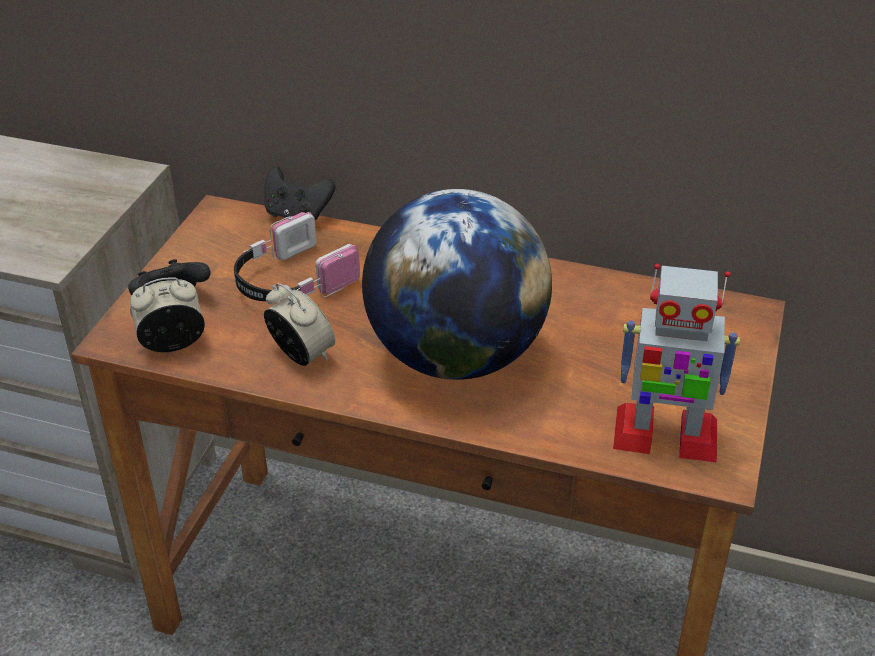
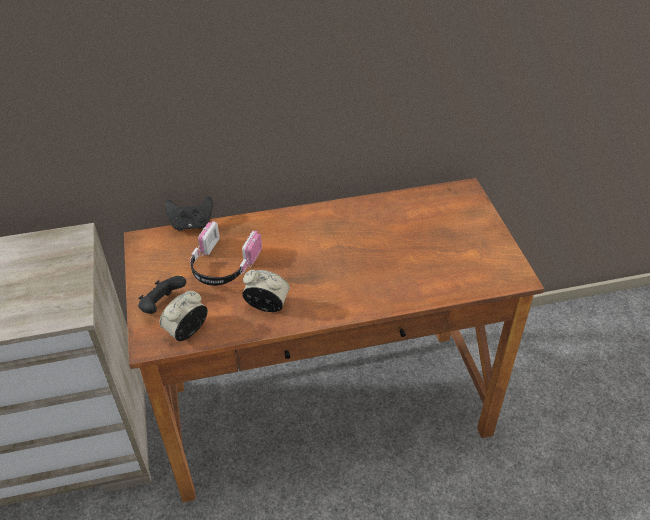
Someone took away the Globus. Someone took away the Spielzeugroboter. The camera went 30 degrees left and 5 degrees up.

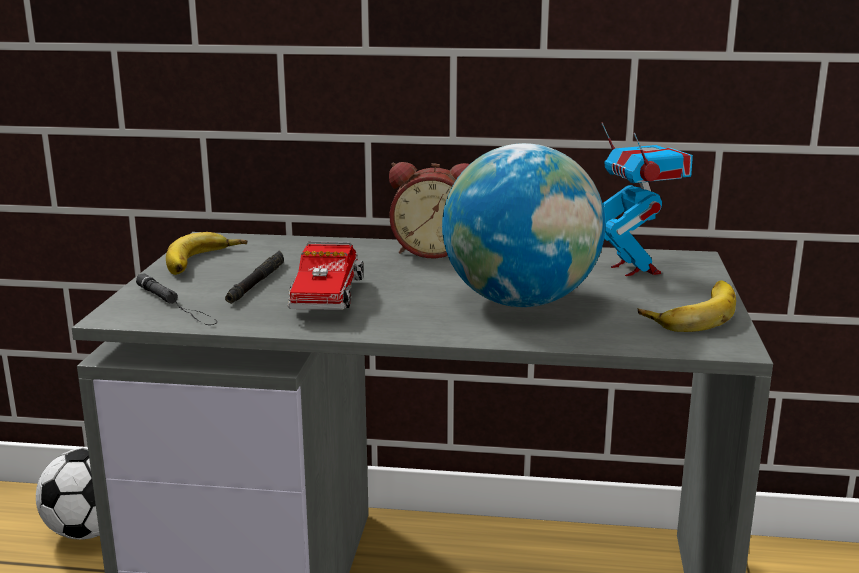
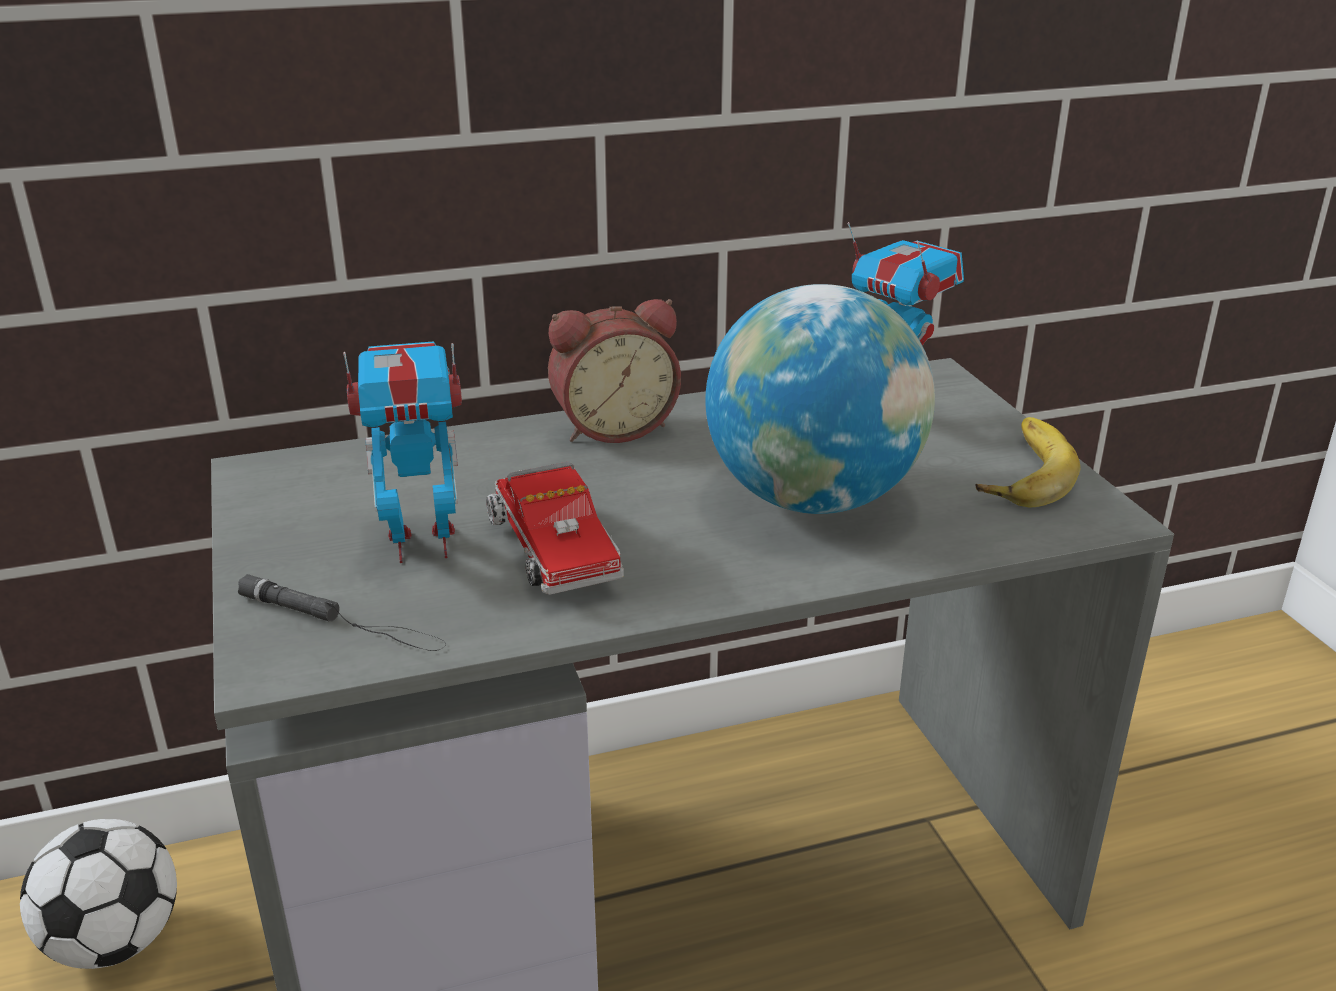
Someone took away the Banane (1st from left). Someone swapped the Taschenlampe [schwarz] (2nd from left) for the Spielzeugroboter (1st from left). The camera went 25 degrees left and 10 degrees up.

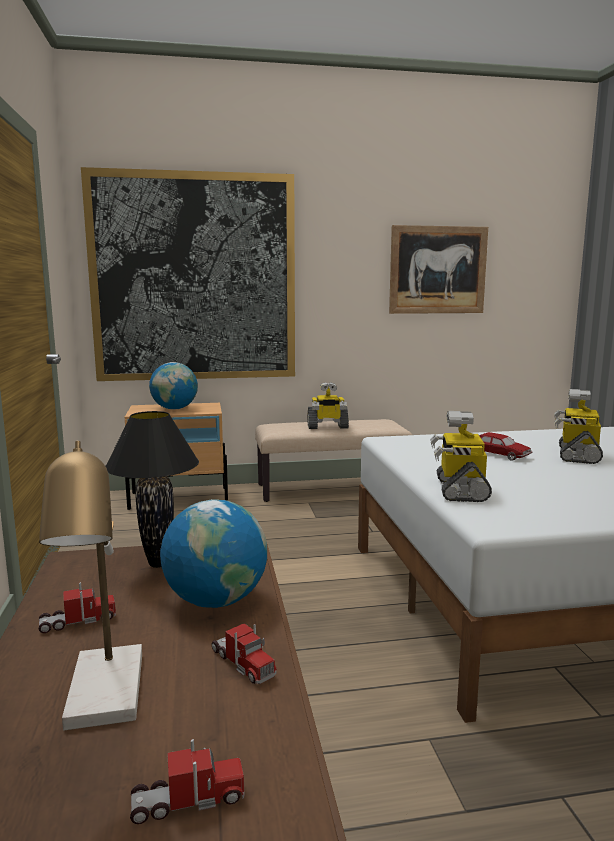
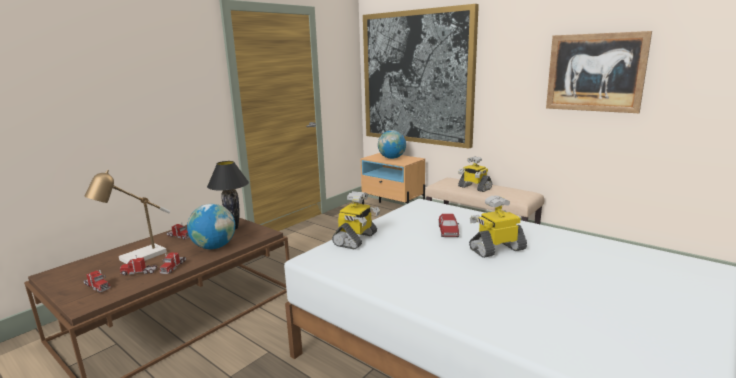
Someone put down the Spielzeuglaster (2nd from left). Someone rotated the Spielzeugroboter (2nd from left in the first image) by 150 degrees clockwise. The camera went 50 degrees right and 5 degrees up.

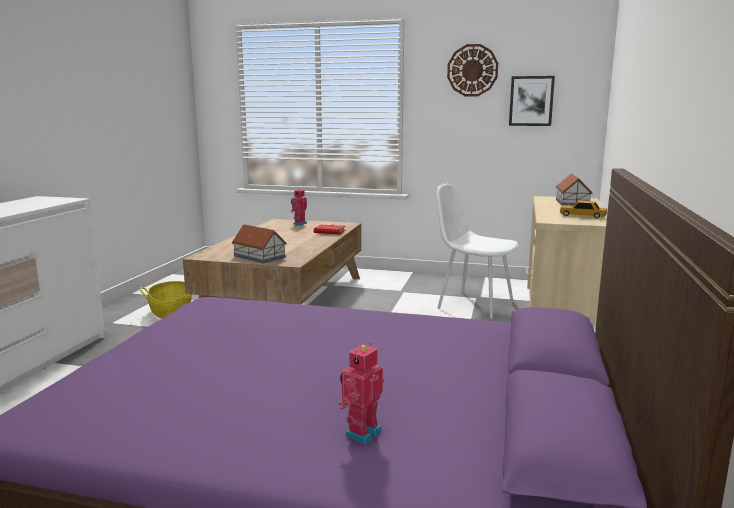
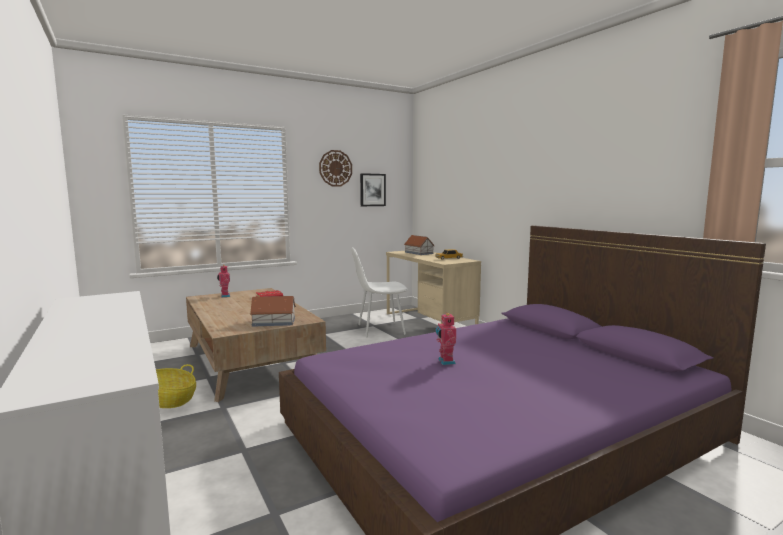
Someone carried the Spielzeugroboter (2nd from left). The camera went 45 degrees left and 5 degrees down.

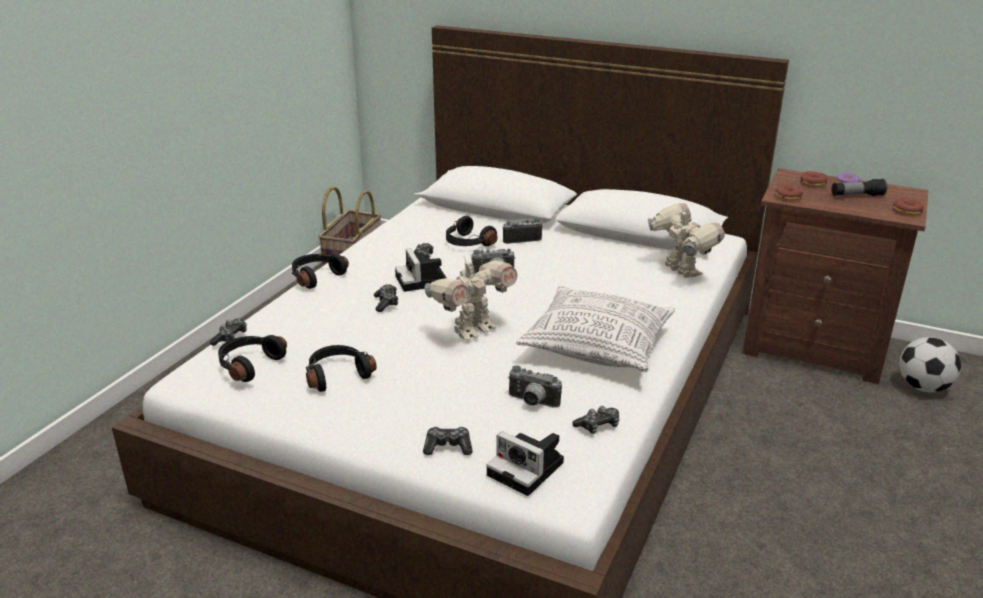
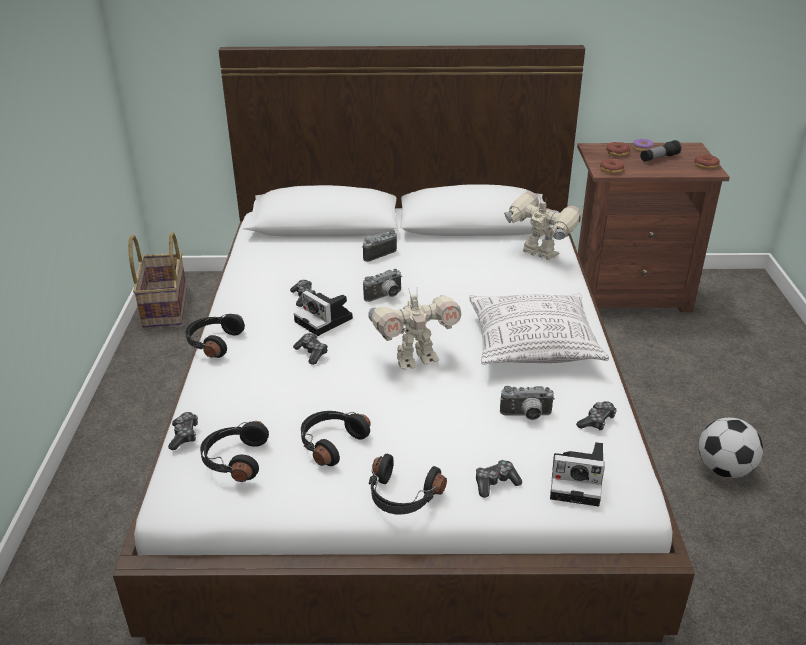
Someone carried the Kopfhörer [schwarz] (4th from left). Someone carried the Fußball. Someone rotated the Spielzeugroboter (1st from left) by 45 degrees clockwise. The camera went 25 degrees left and 5 degrees up.

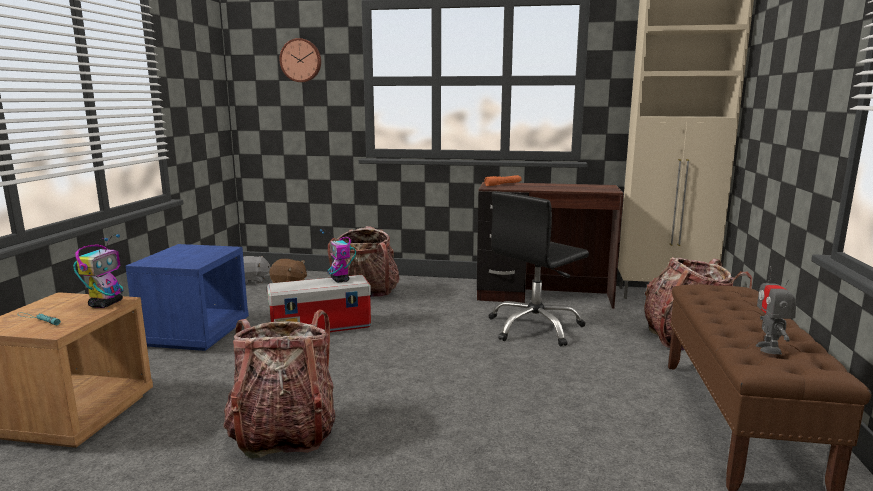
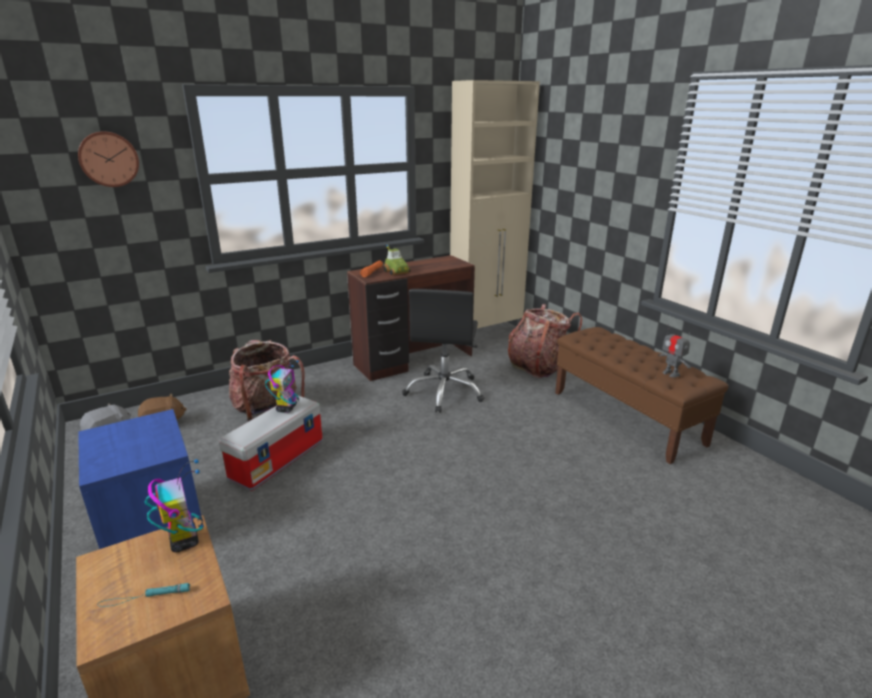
Someone took away the Rucksack (1st from left). Someone put down the Spielzeugauto. Someone rotated the Spielzeugroboter (2nd from left) by 105 degrees counterclockwise. The camera went 40 degrees left and 10 degrees up.

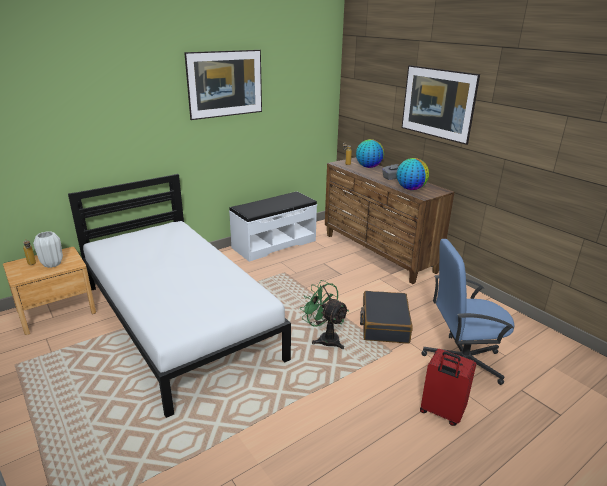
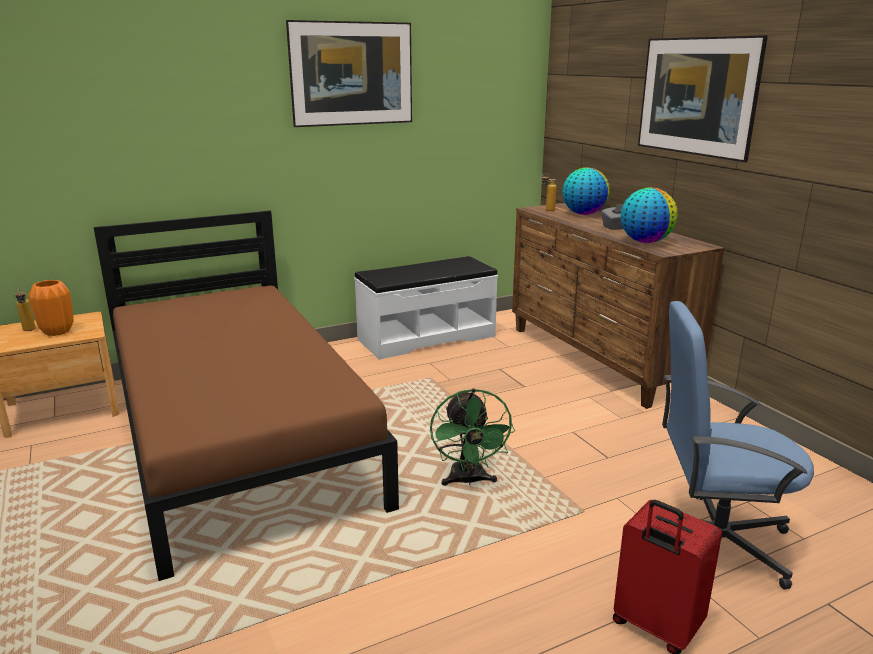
Someone took away the Koffer [schwarz]. Someone repainted the Vase [weiß], which became the Vase [orange]. Someone repainted the Bett [weiß], which became the Bett [braun]. Someone rotated the Ventilator [grün] by 150 degrees counterclockwise. The camera went 10 degrees right and 5 degrees down.

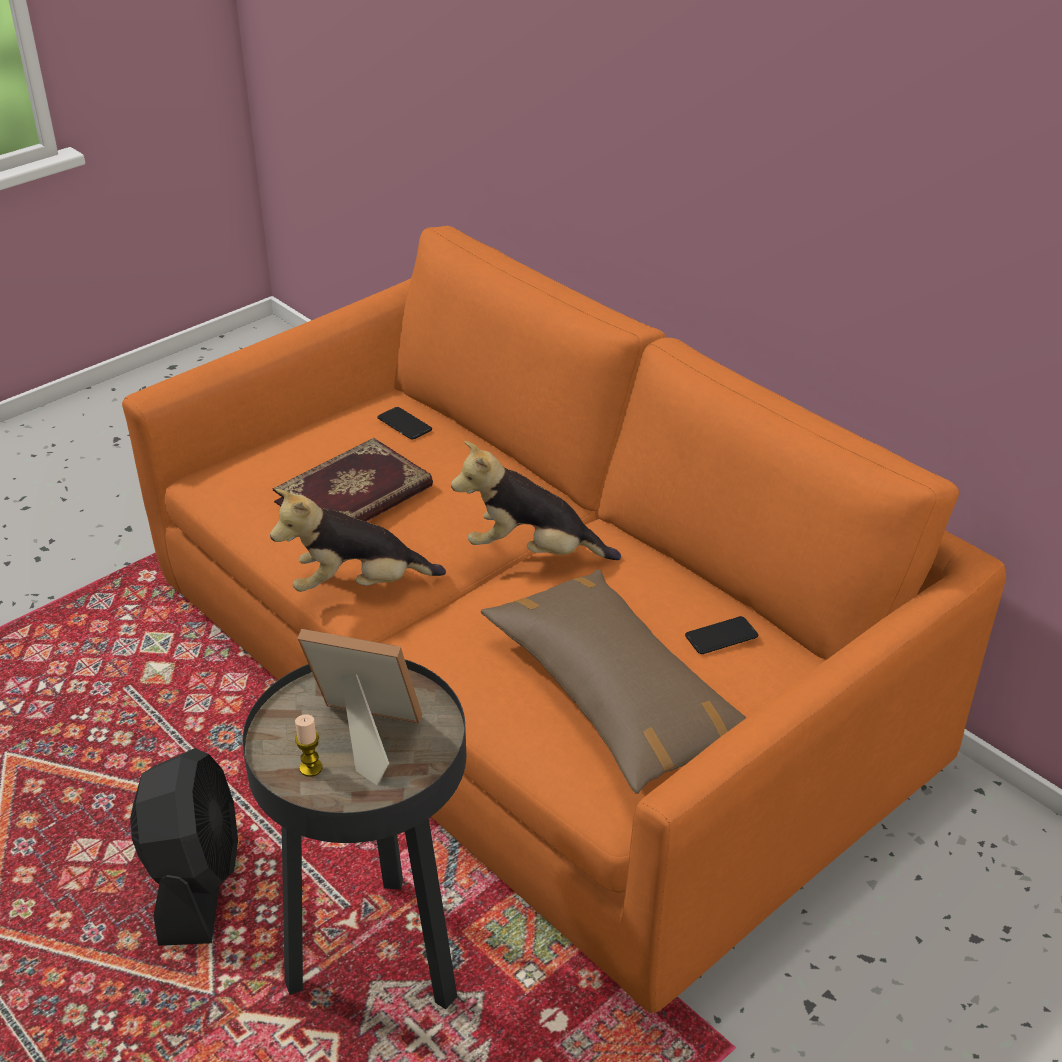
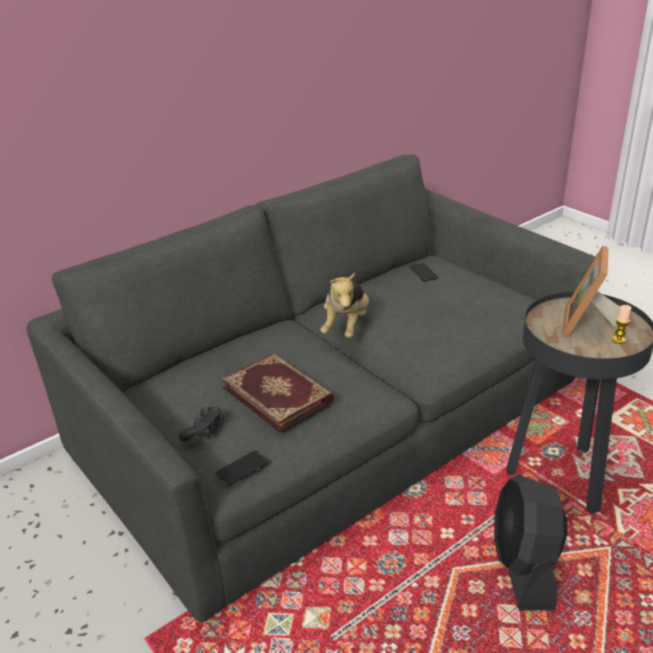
Someone took away the Plüschtier (1st from left). Someone took away the Kissen [braun]. Someone put down the Gamepad [schwarz]. Someone carried the Handy (1st from left). Someone repainted the Sofa [orange], which became the Sofa [grau]. Someone rotated the Ventilator [schwarz] by 90 degrees counterclockwise. The camera went 85 degrees left and 5 degrees down.

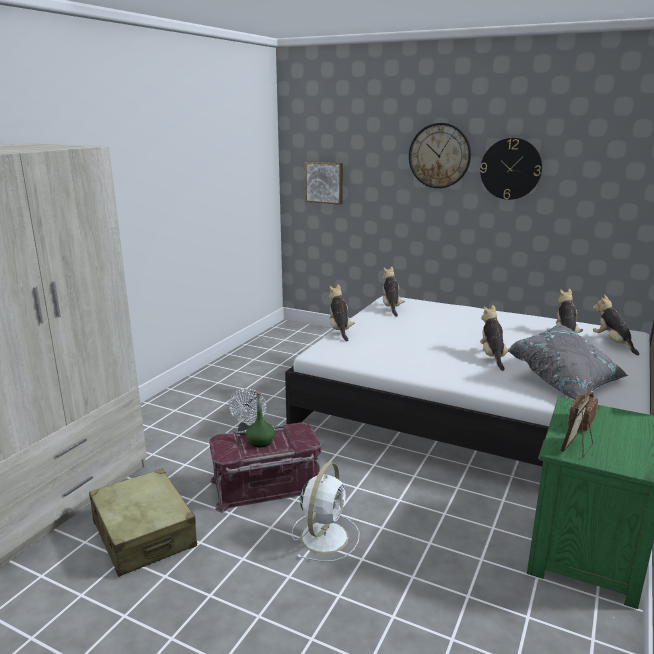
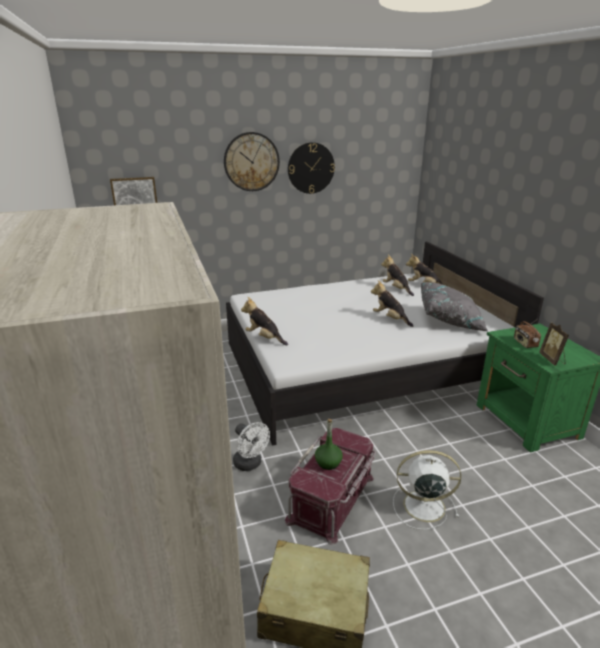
Someone took away the Plüschtier (2nd from left). Someone rotated the Ventilator [weiß] (2nd from left) by 60 degrees counterclockwise. The camera went 45 degrees left and 5 degrees up.

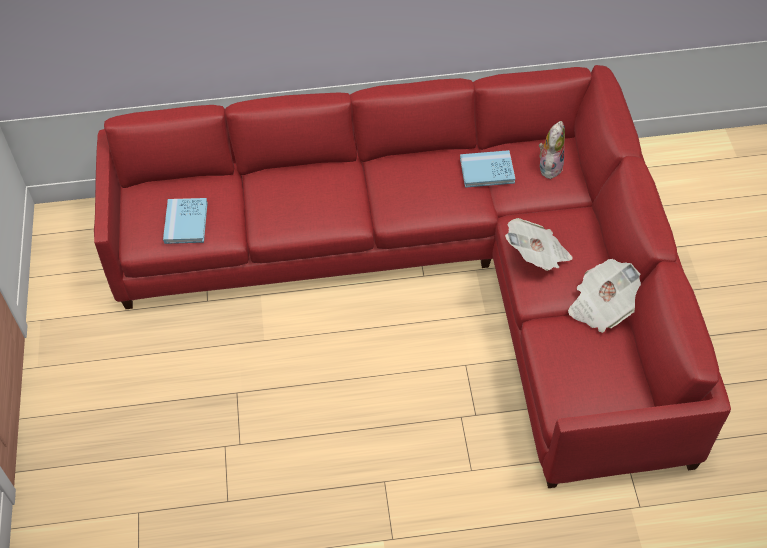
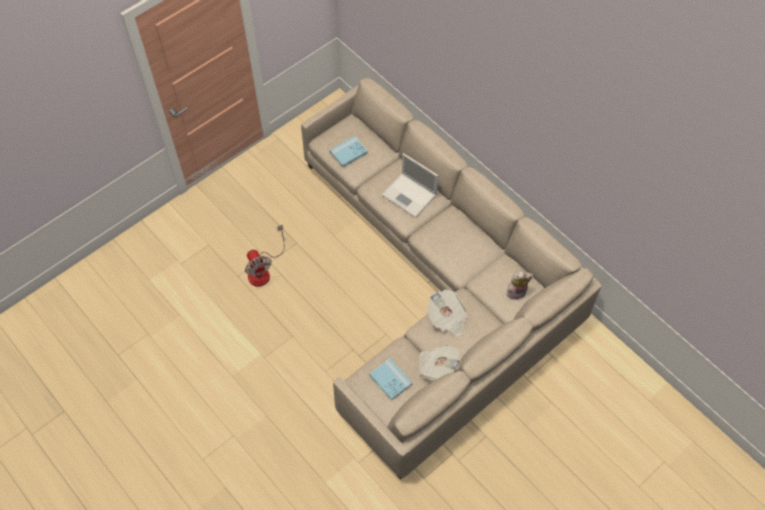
Someone put down the Ventilator. Someone put down the Laptop. Someone carried the Buch [blau] (2nd from left). Someone repainted the Sofa [rot], which became the Sofa [beige]. The camera went 55 degrees right and 5 degrees up.

